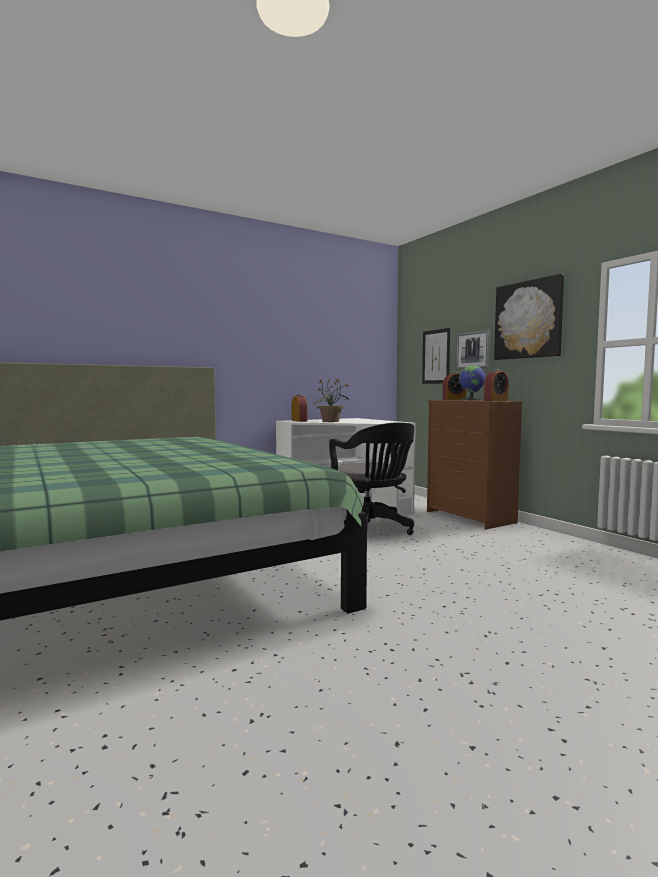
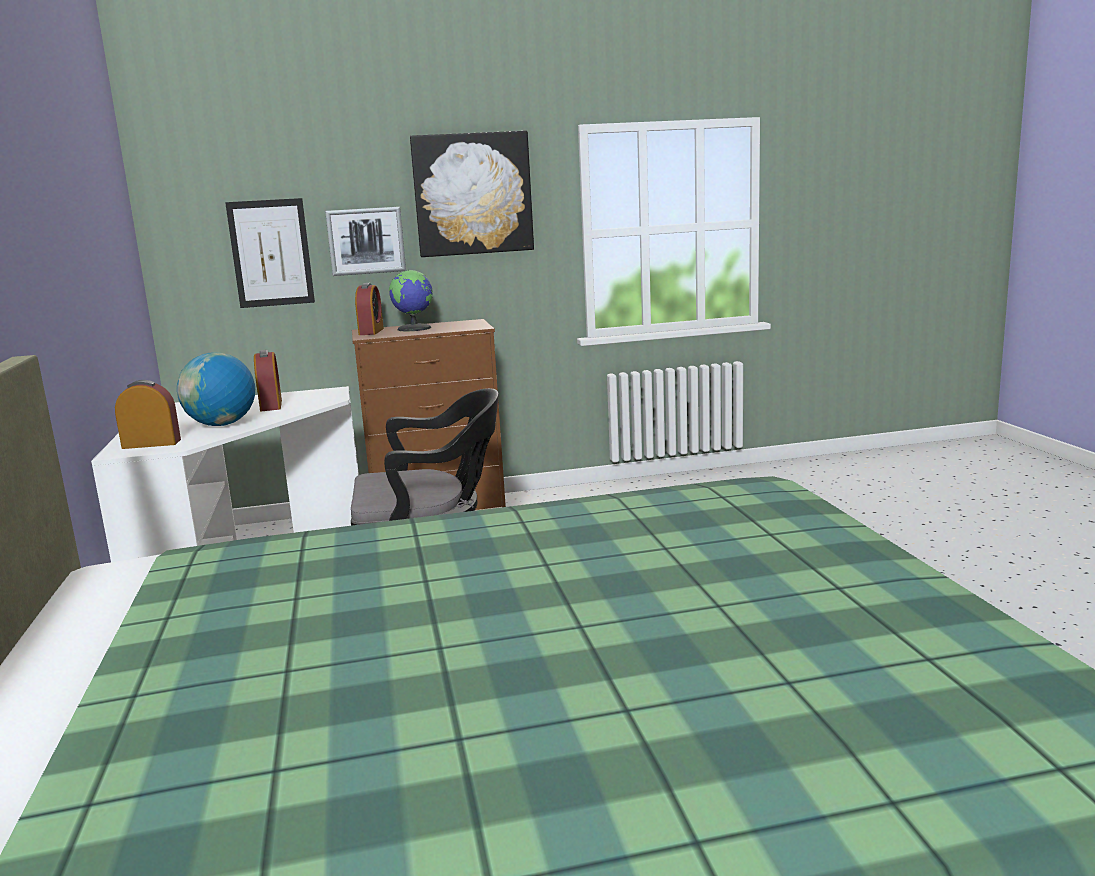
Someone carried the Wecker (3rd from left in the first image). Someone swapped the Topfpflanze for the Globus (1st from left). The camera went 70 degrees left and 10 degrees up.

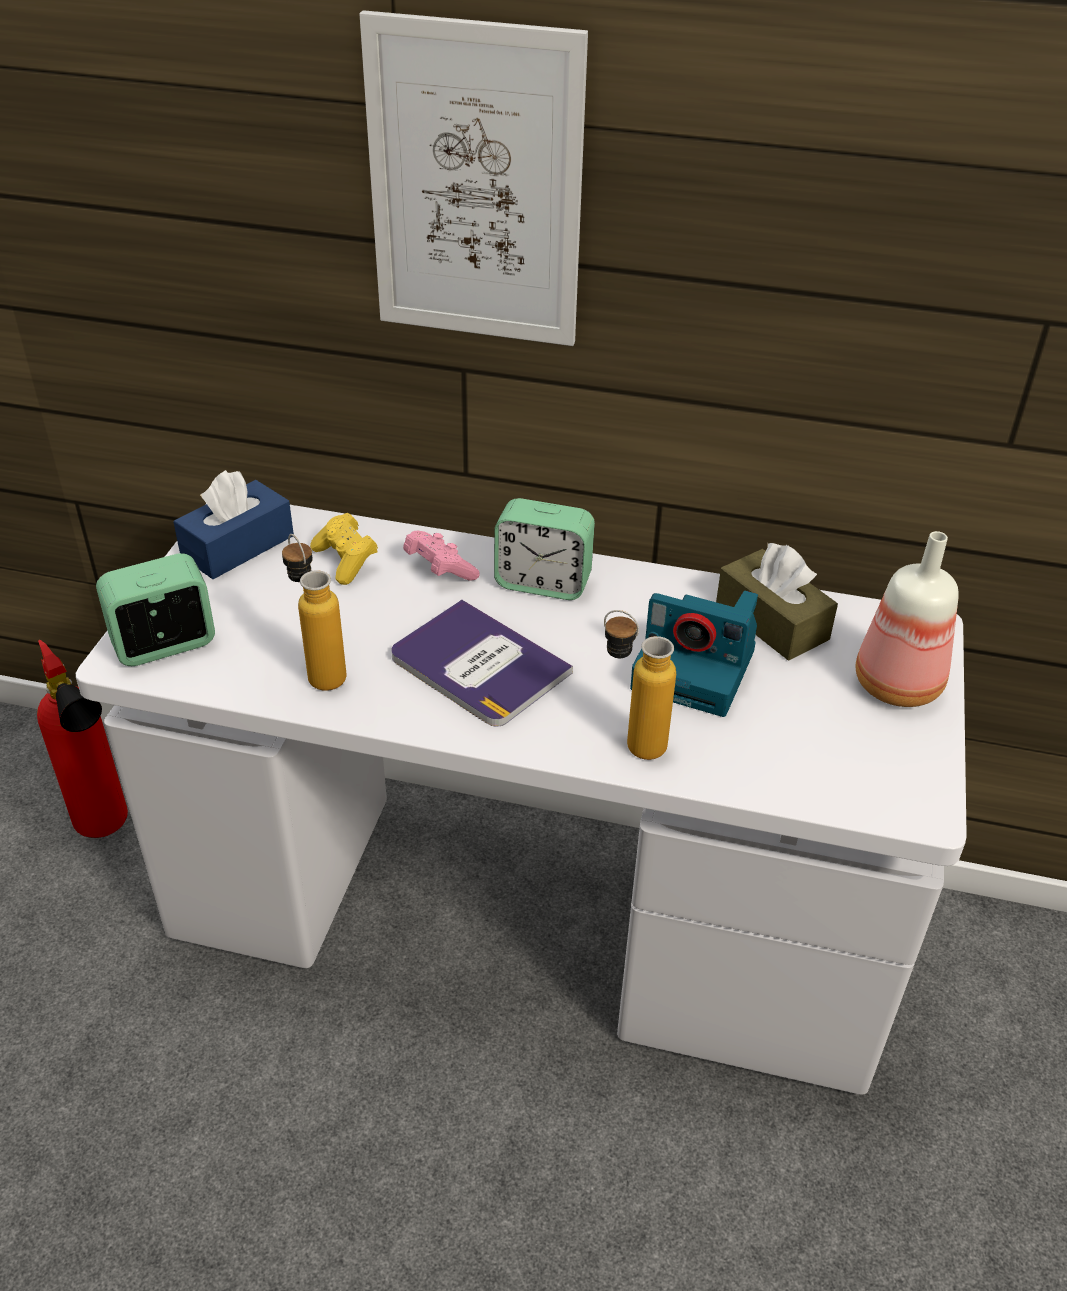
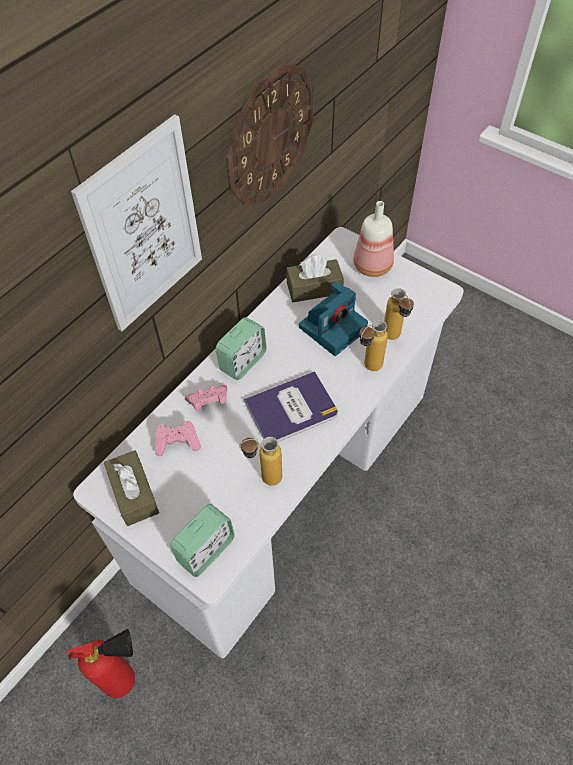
Someone put up the Wanduhr. Someone put down the Flasche (4th from left). Someone repainted the Taschentuchbox [blau], which became the Taschentuchbox [braun] (1st from left). Someone repainted the Gamepad [gelb], which became the Gamepad [rosa] (1st from left). Someone rotated the Wecker (1st from left) by 135 degrees counterclockwise. The camera went 65 degrees left and 15 degrees up.

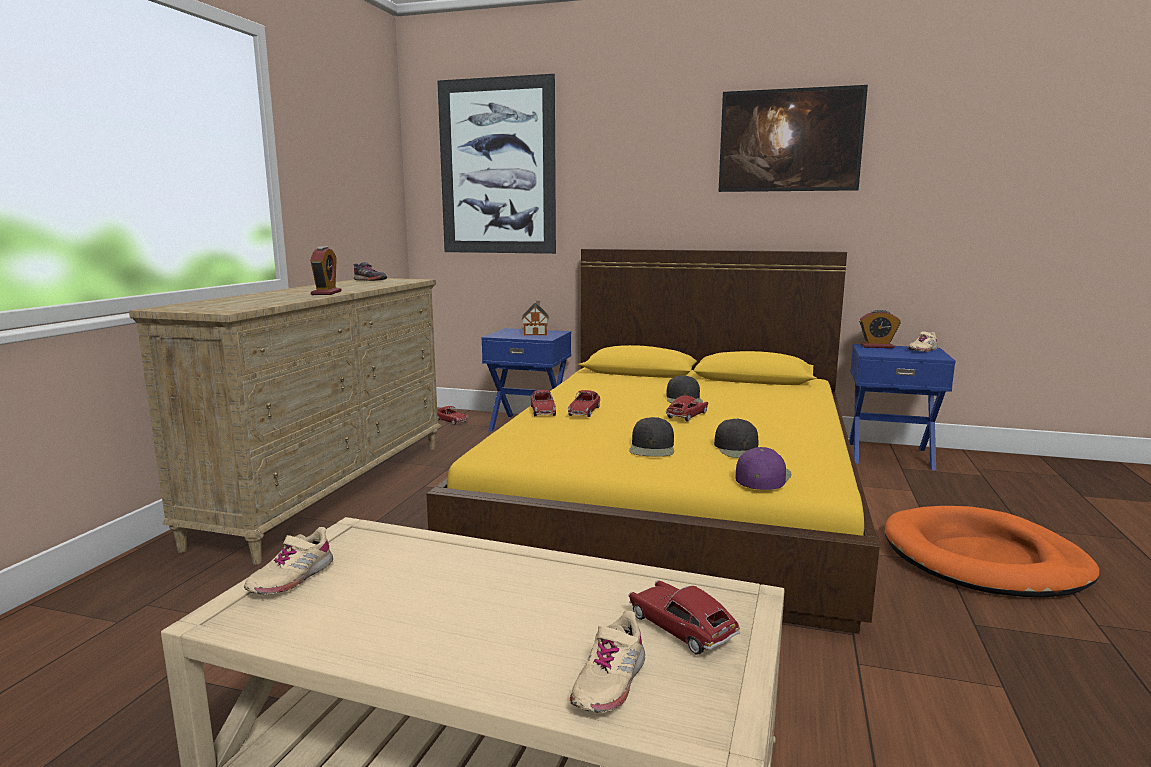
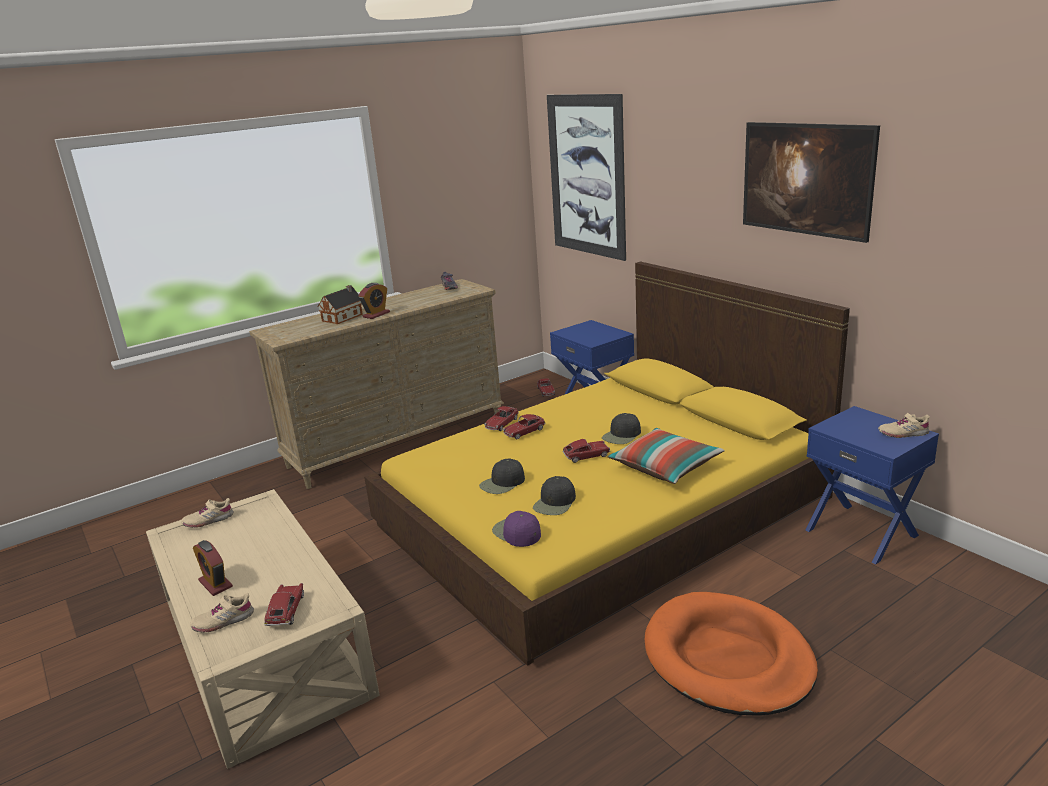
Someone put down the Kissen. Someone carried the Spielzeughaus. Someone carried the Wecker (2nd from left in the first image). Someone rotated the Kappe [lila] by 105 degrees counterclockwise. The camera went 40 degrees right and 10 degrees up.

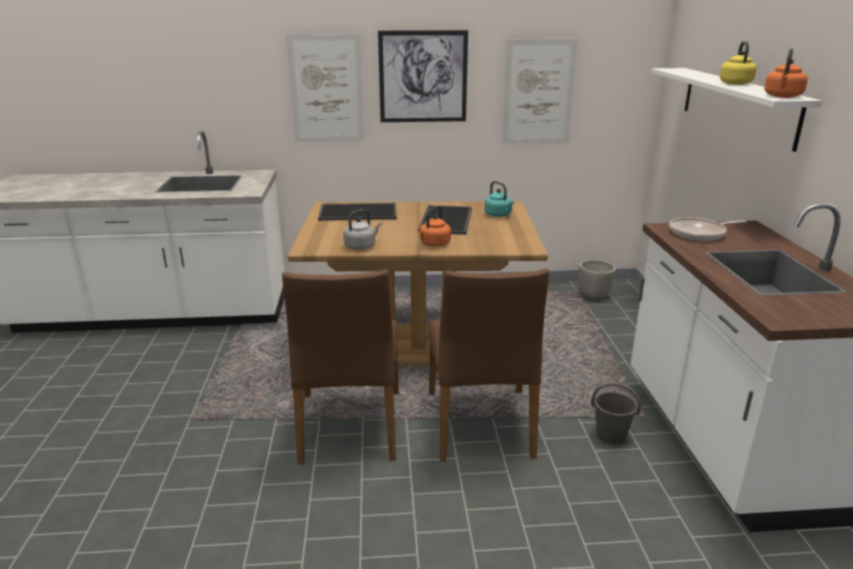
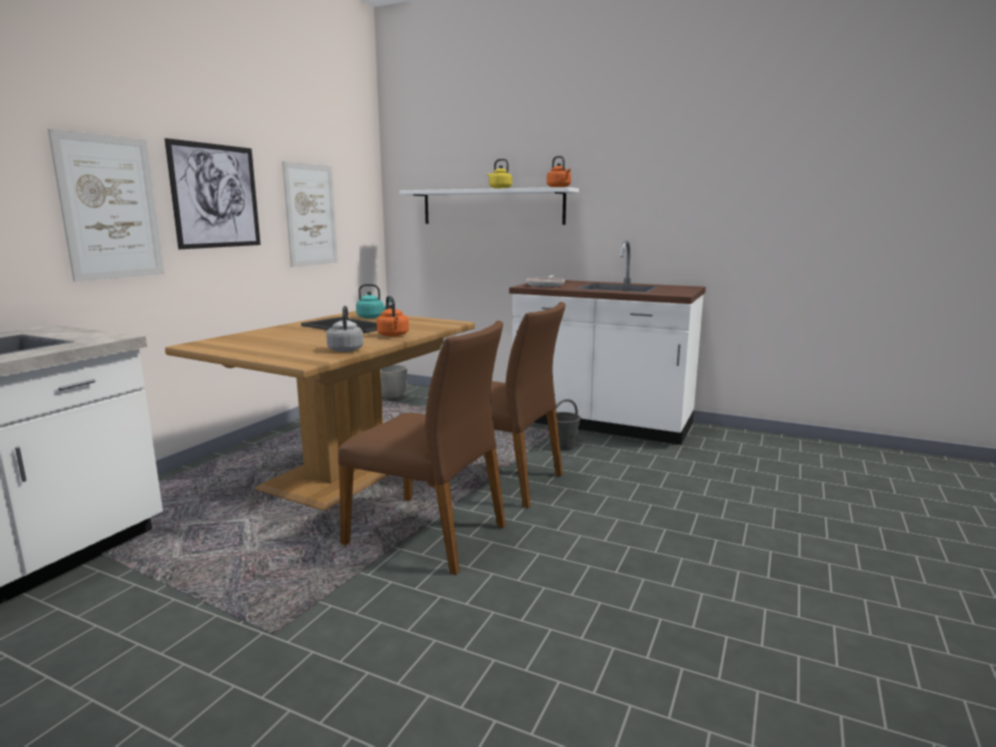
Someone took away the Tablett (1st from left). The camera went 60 degrees left and 10 degrees down.

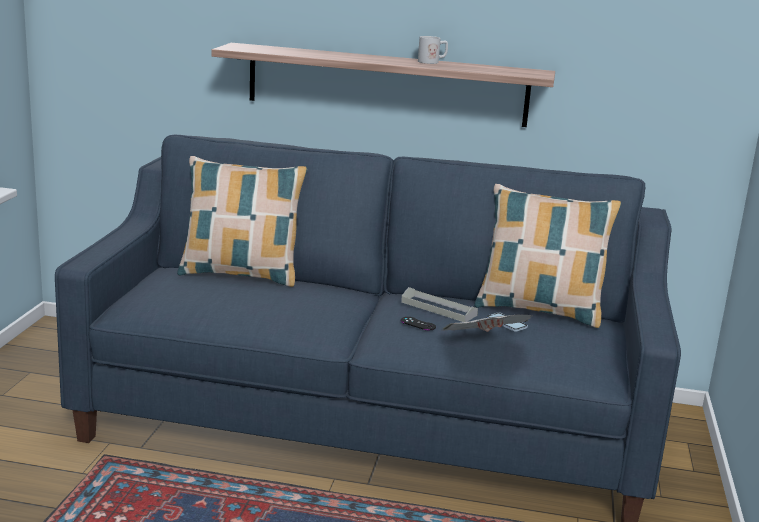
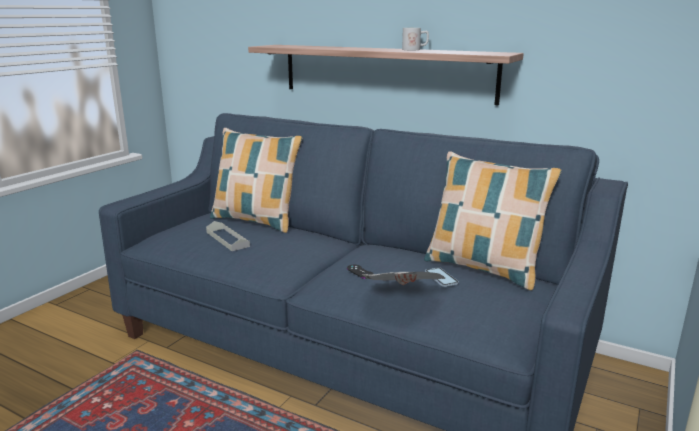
Someone carried the Tablett [grau]. The camera went 20 degrees right and 0 degrees up.

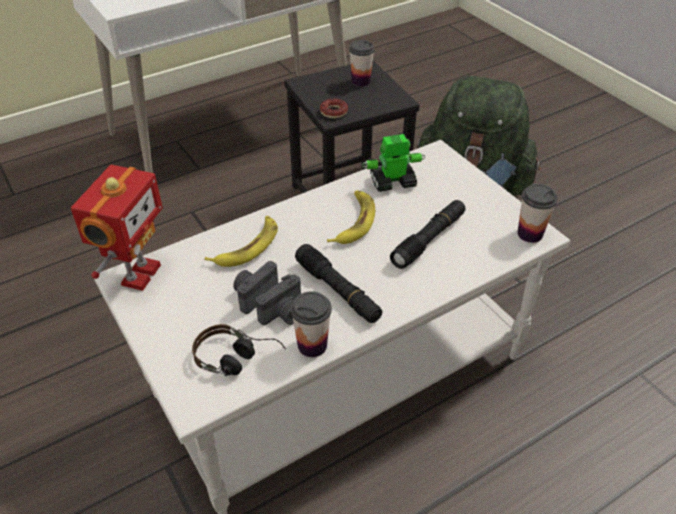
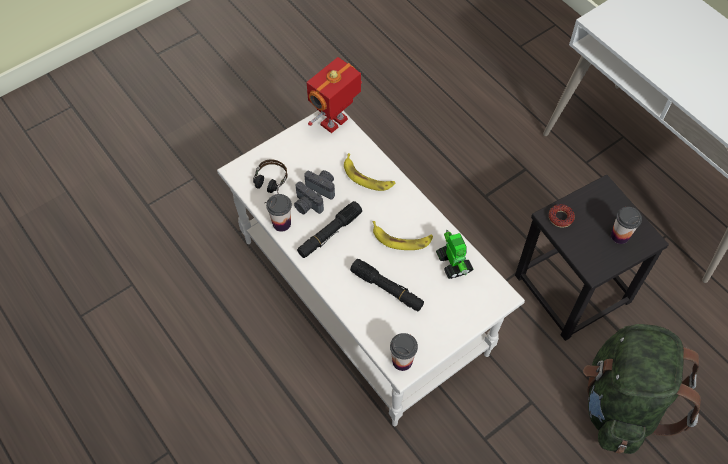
Someone rotated the Spielzeugroboter (1st from left) by 120 degrees clockwise. The camera went 85 degrees right and 15 degrees up.

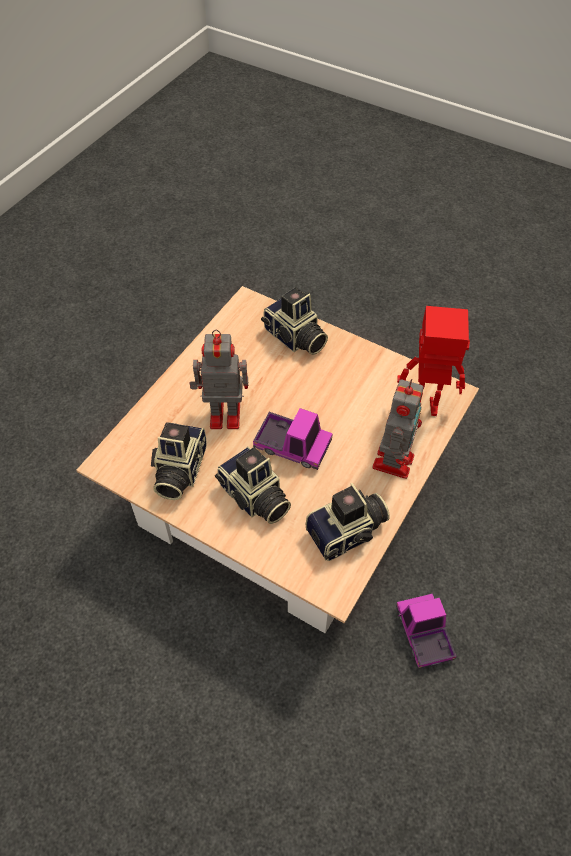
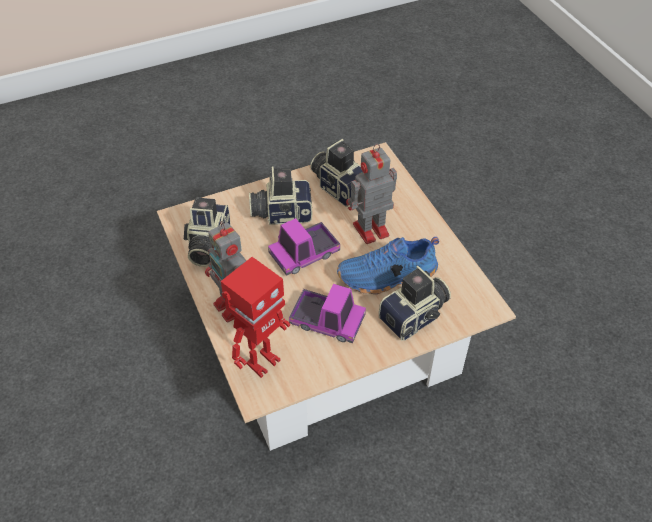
Someone put down the Schuh [blau]. Someone carried the Spielzeuglaster (2nd from left). Someone rotated the Spielzeugroboter (1st from left in the first image) by 150 degrees counterclockwise. Someone rotated the Kamera (3rd from left in the first image) by 150 degrees clockwise. The camera went 125 degrees right and 5 degrees down.

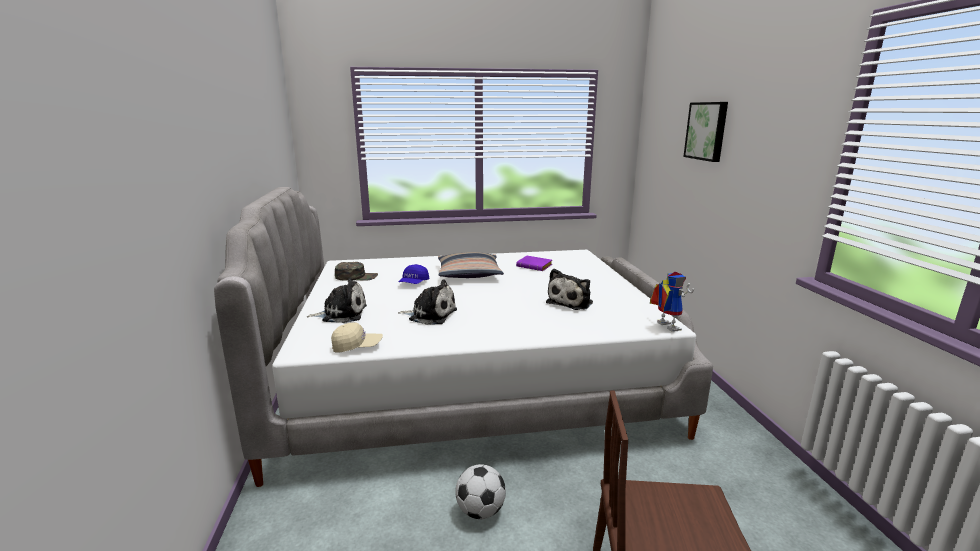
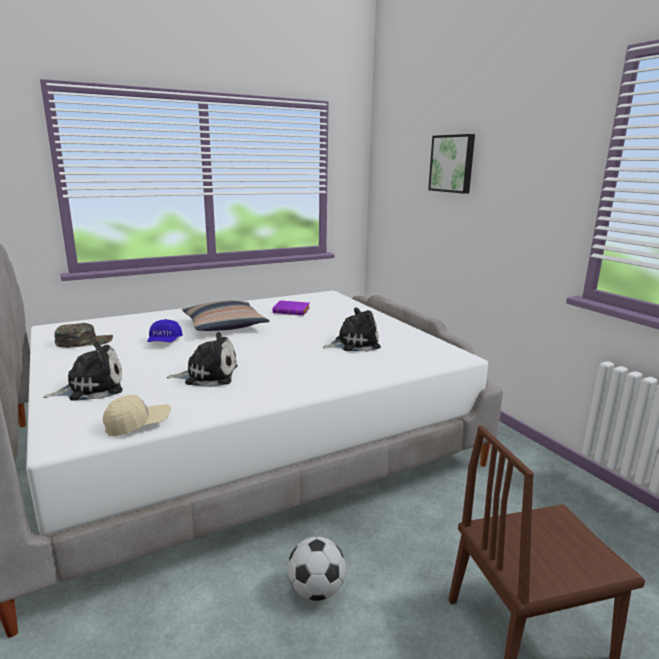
Someone took away the Spielzeugroboter. Someone rotated the Plüschtier (3rd from left) by 120 degrees counterclockwise. The camera went 20 degrees left and 0 degrees up.

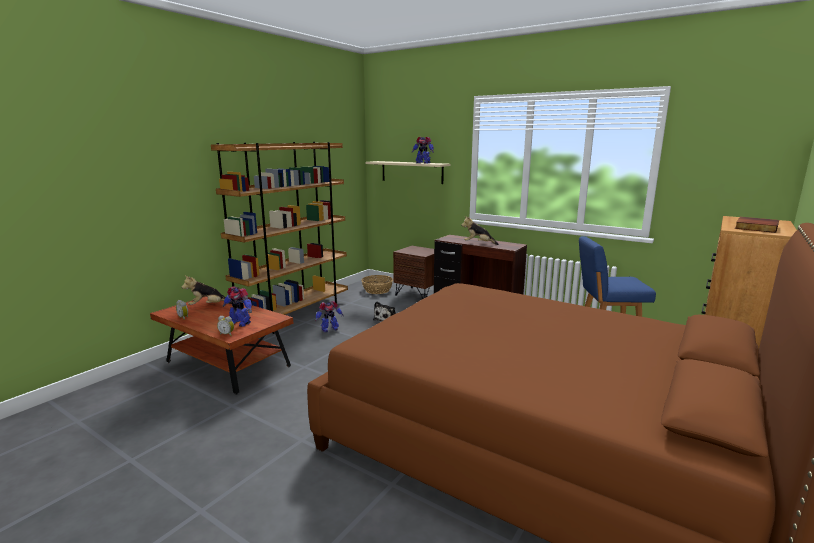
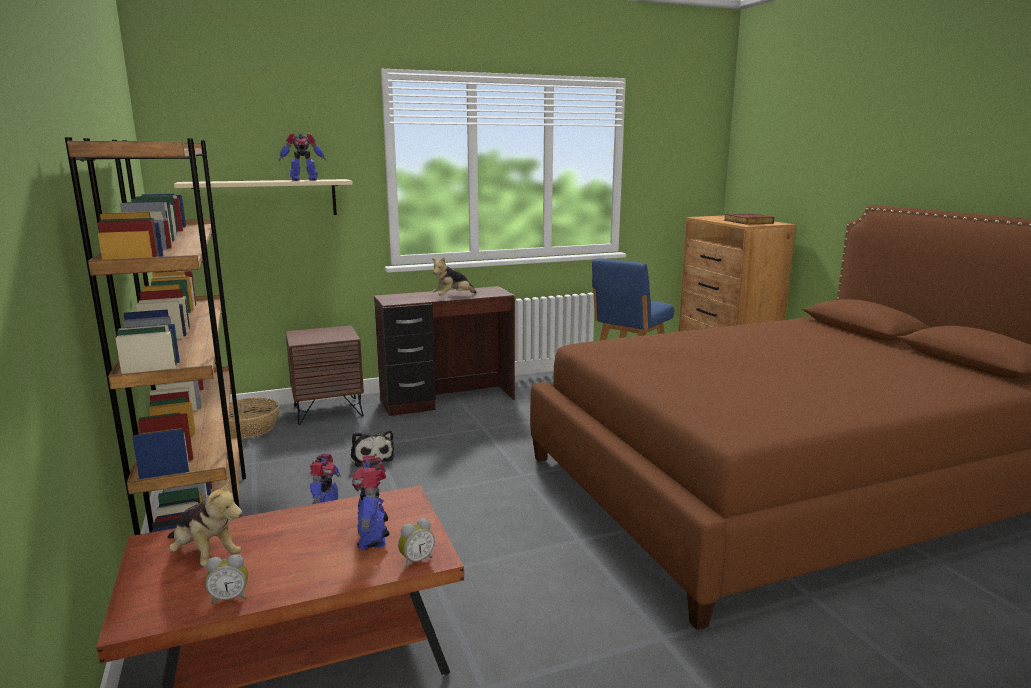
Someone rotated the Plüschtier (1st from left) by 75 degrees counterclockwise. Someone rotated the Spielzeugroboter (1st from left in the first image) by 105 degrees clockwise. The camera went 55 degrees left and 0 degrees up.

